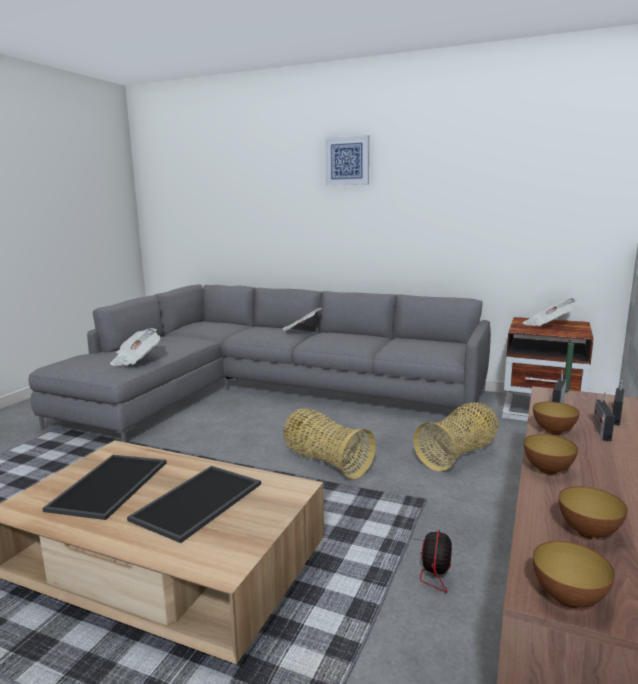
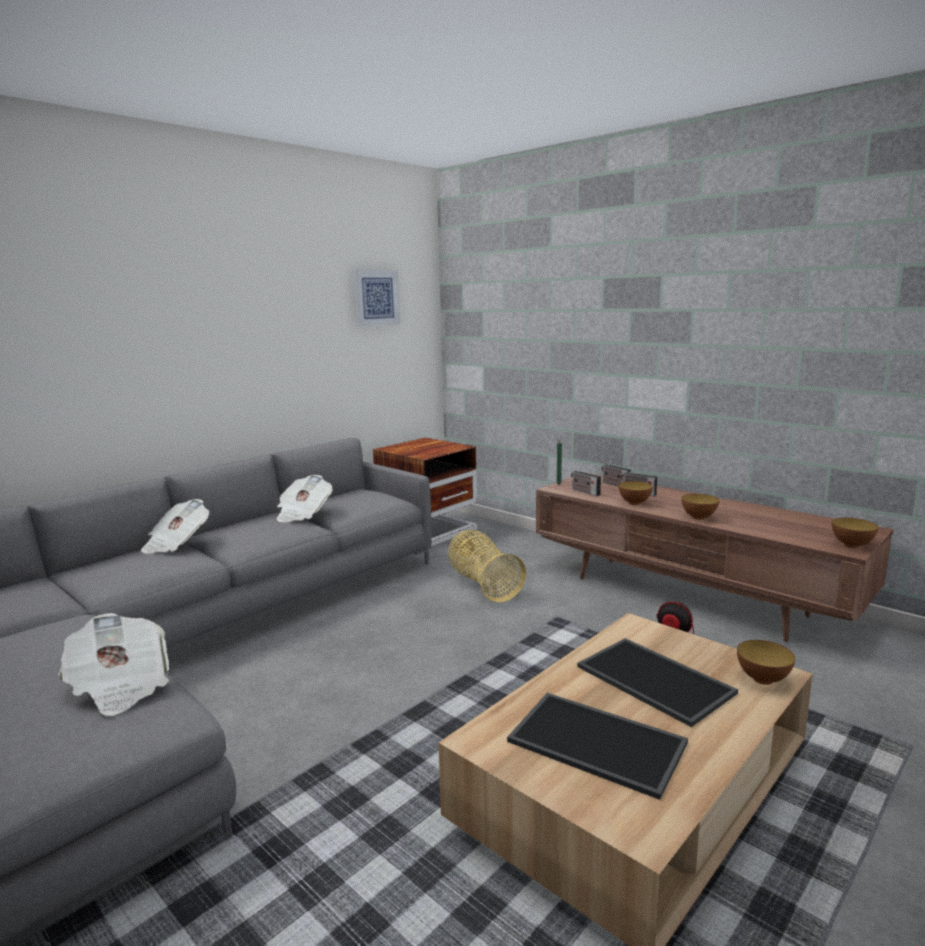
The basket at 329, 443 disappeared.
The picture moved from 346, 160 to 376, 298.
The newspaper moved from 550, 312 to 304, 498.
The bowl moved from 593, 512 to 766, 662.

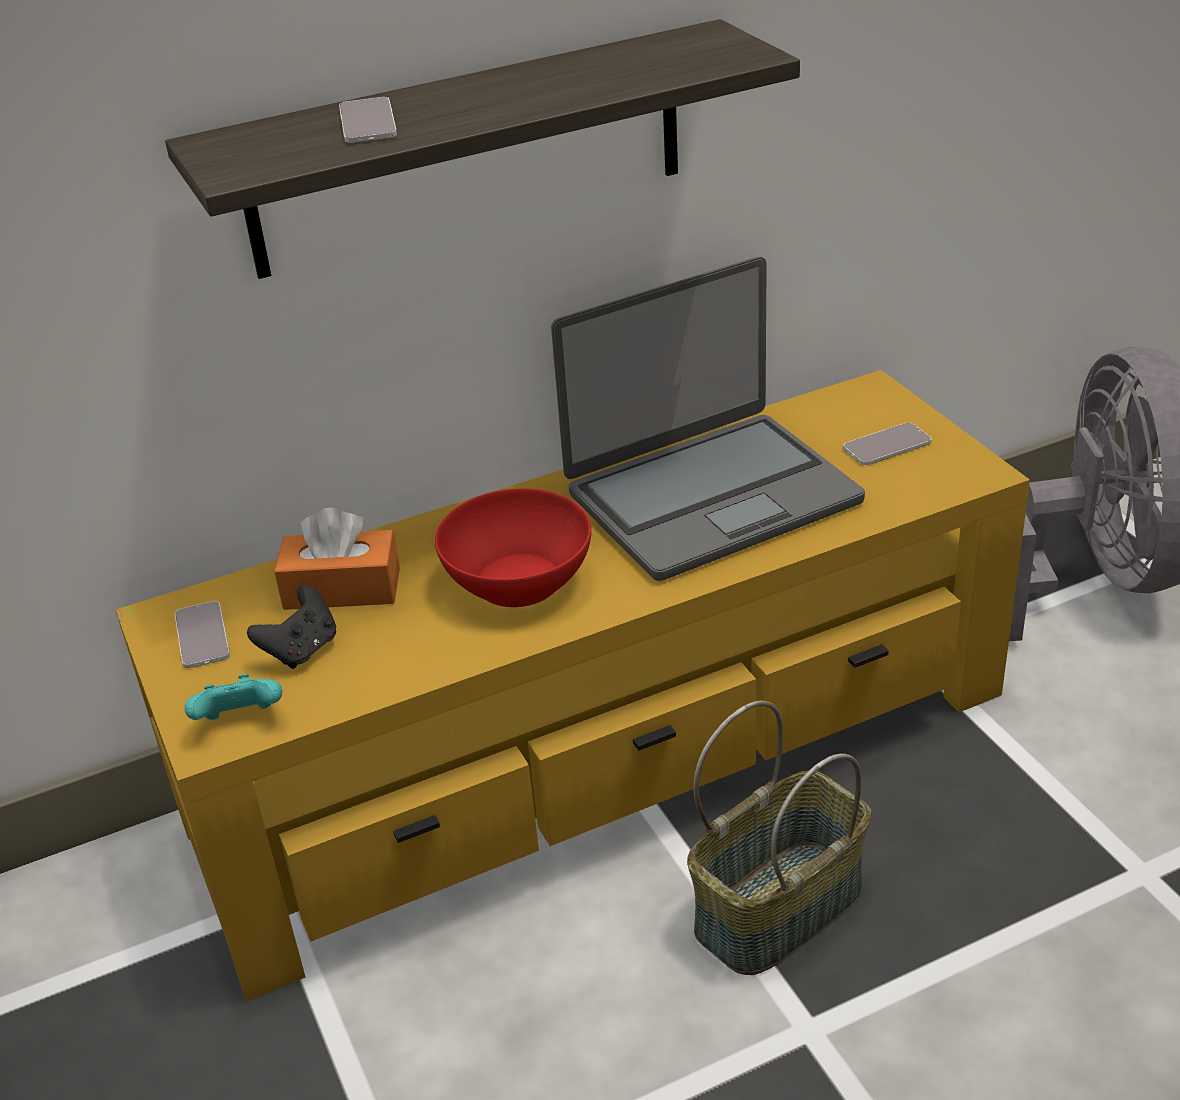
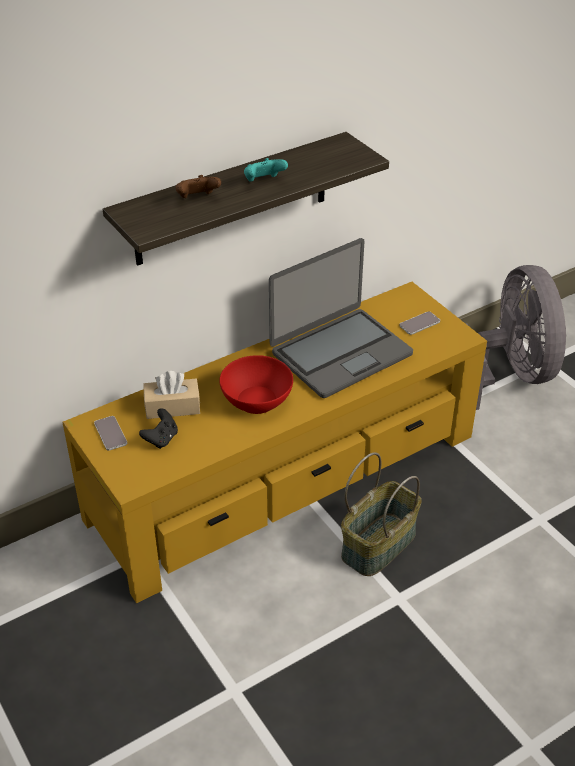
The turquoise game controller moved from 233, 697 to 266, 169.
The orange tissue box at 337, 559 became the beige tissue box at 171, 395.
The phone at 368, 120 was replaced by the brown game controller at 198, 186.

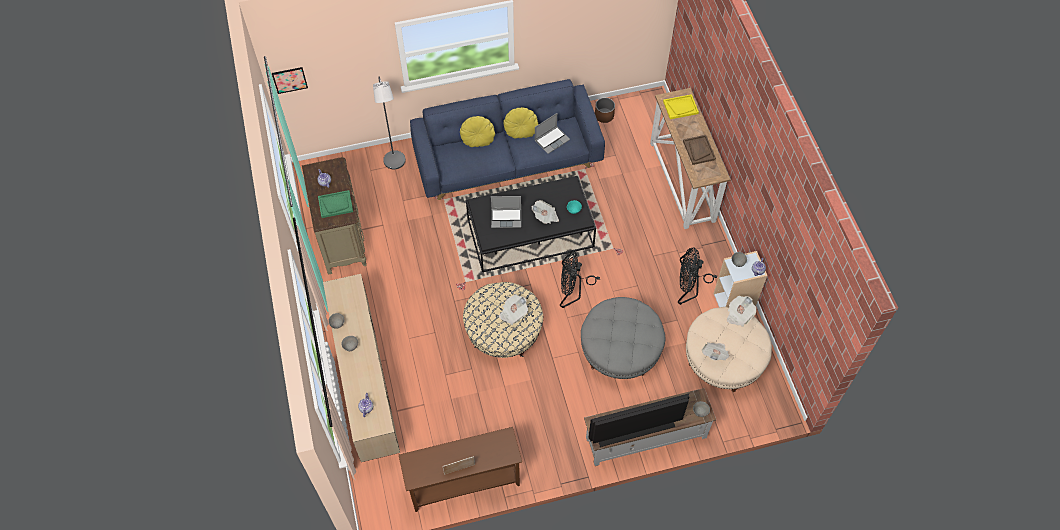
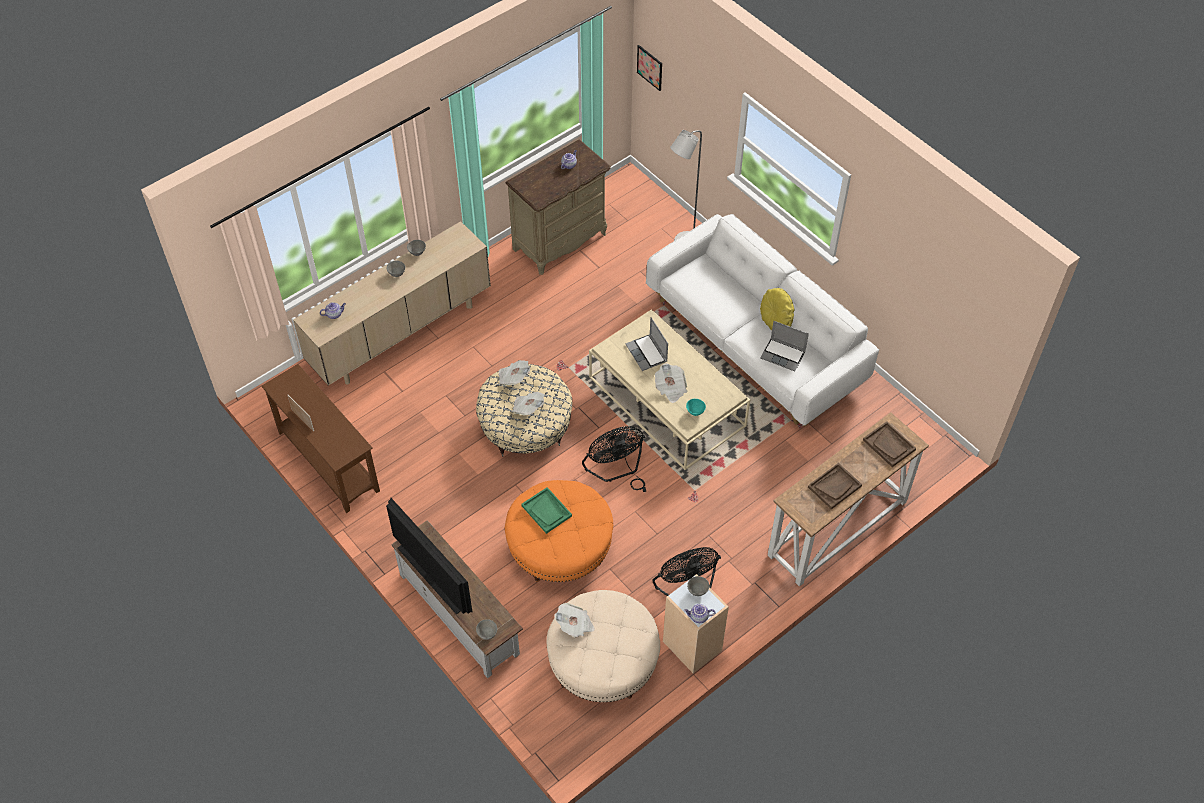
The green tray moved from 335, 204 to 546, 510.
The blue sofa at 507, 139 became the white sofa at 762, 320.
The yellow pillow at 477, 131 disappeared.
The black coffee table at 531, 224 became the beige coffee table at 669, 389.
The grey ottoman at 623, 338 became the orange ottoman at 559, 531.
The brown planter at 605, 110 disappeared.
The yellow tray at 681, 106 became the brown tray at 889, 444.
The newspaper moved from 741, 311 to 514, 372.

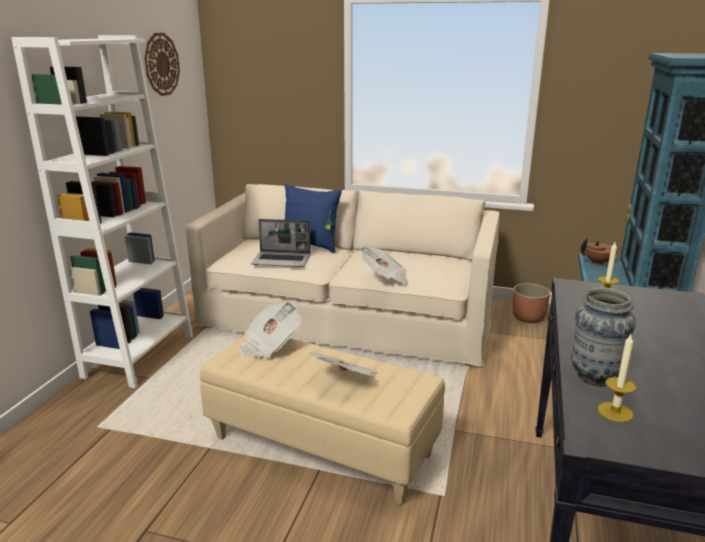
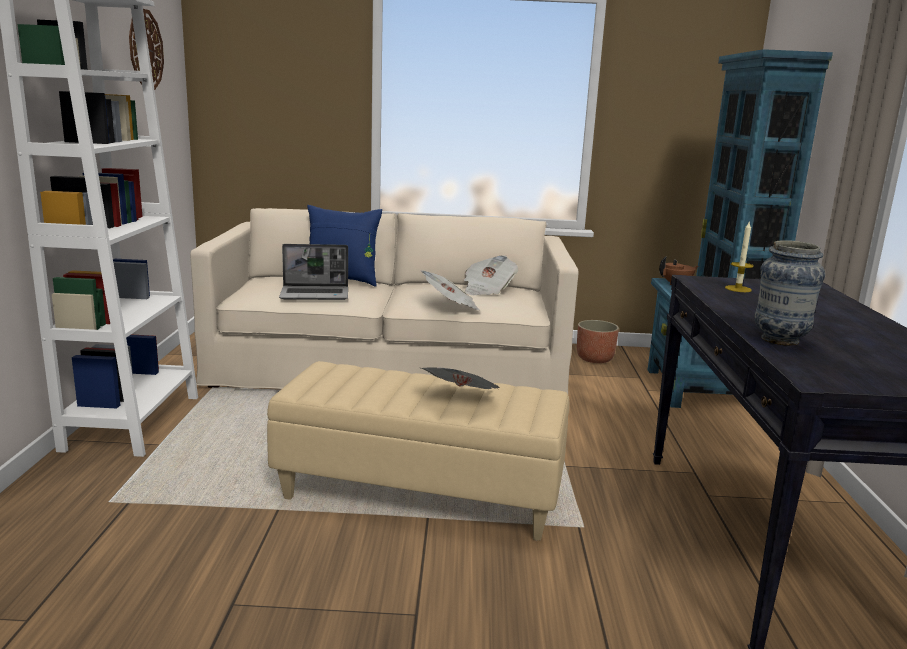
The newspaper moved from 270, 330 to 491, 275.
The candle at 617, 378 disappeared.

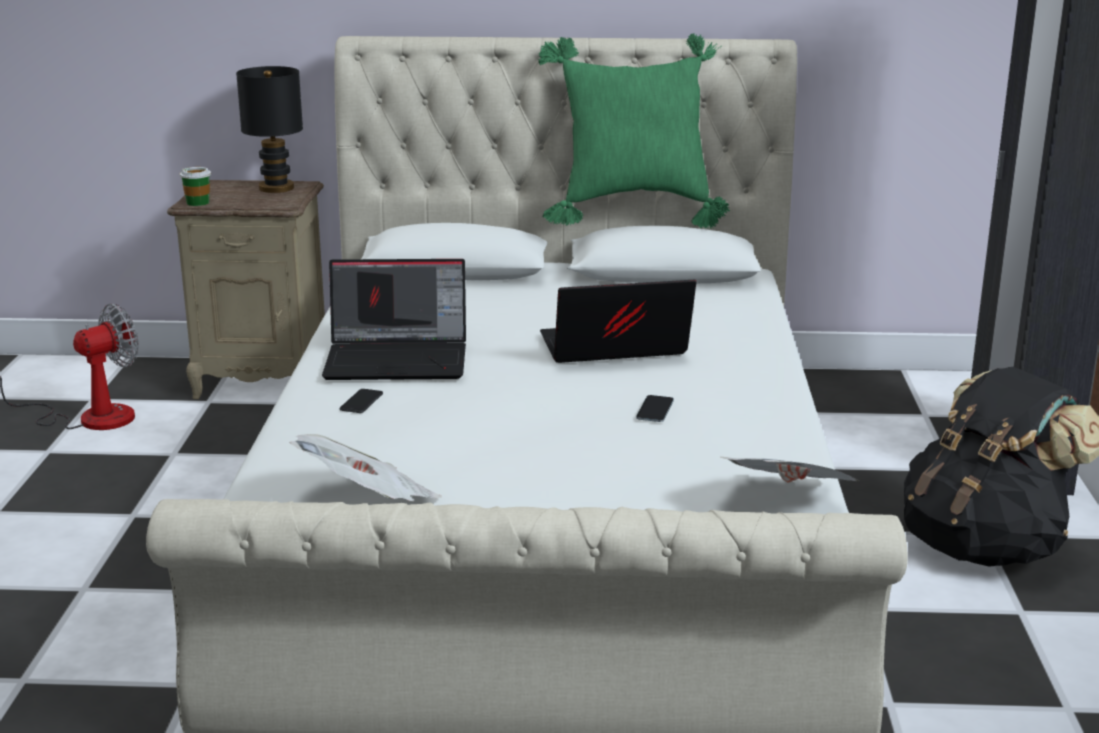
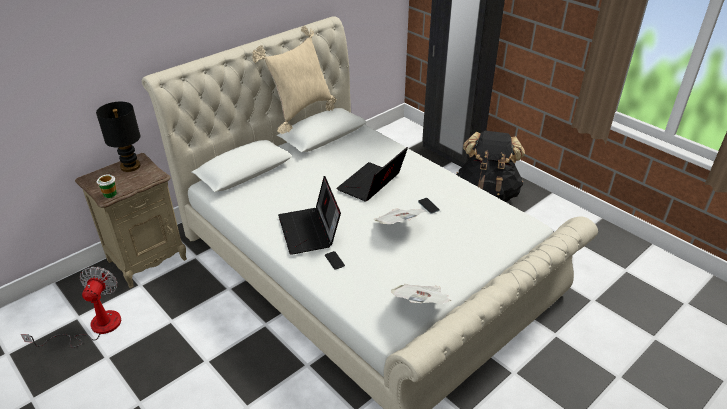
The laptop at 394, 319 turned 120 degrees clockwise.
The green pillow at 633, 130 became the beige pillow at 294, 80.
The newspaper moved from 789, 470 to 400, 216.

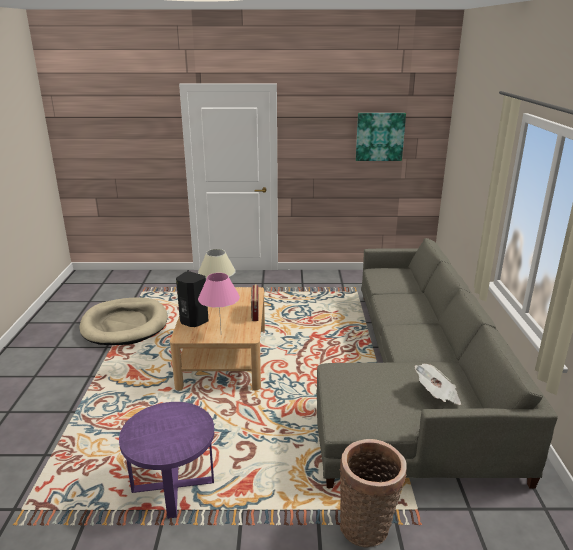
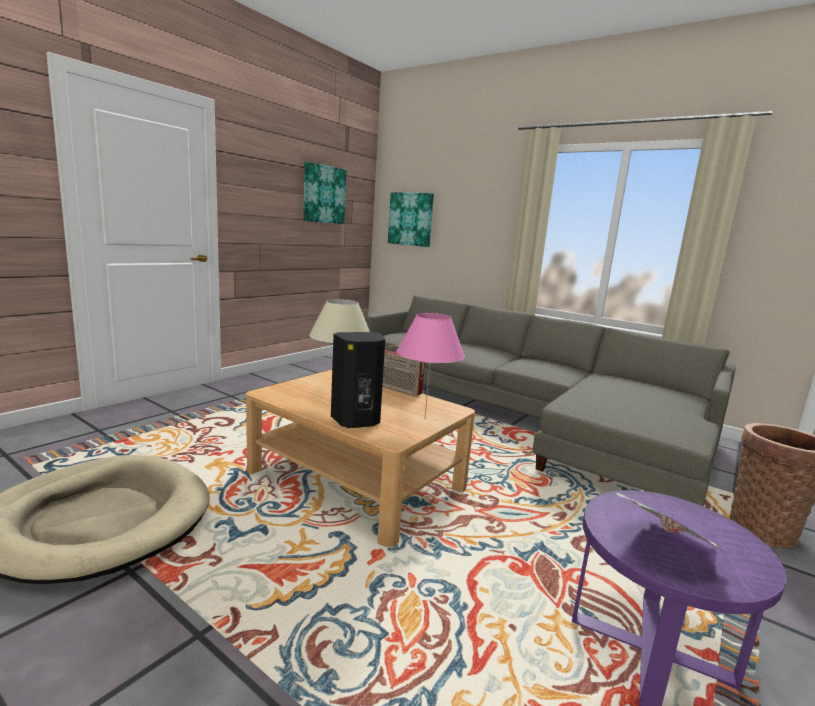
The newspaper moved from 438, 384 to 671, 523.
The picture at 411, 219 appeared.

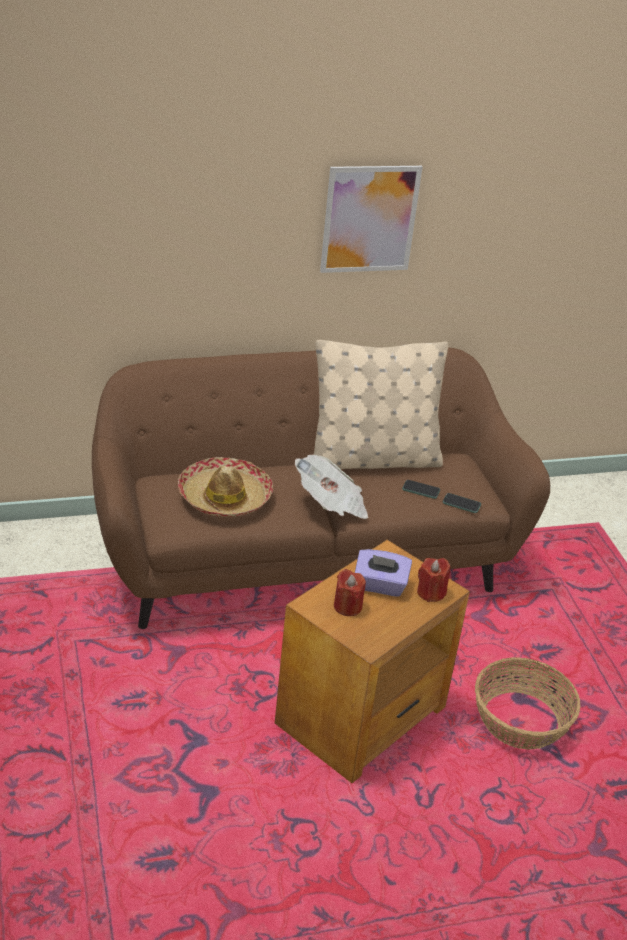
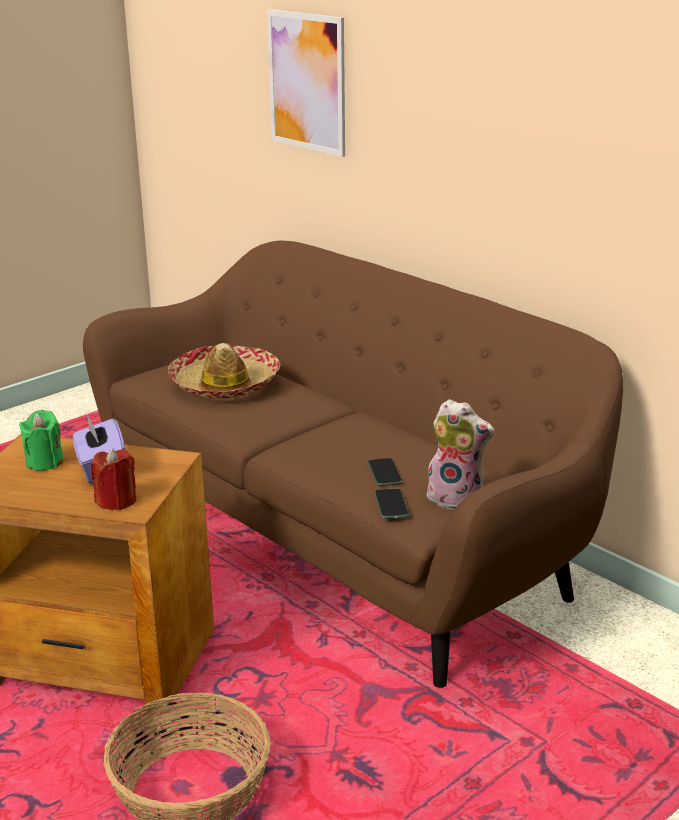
The newspaper at 332, 487 disappeared.
The beige pillow at 381, 404 disappeared.
The picture moved from 371, 219 to 306, 83.
The red candle at 350, 592 became the green candle at 41, 440.
The plush toy at 460, 454 appeared.

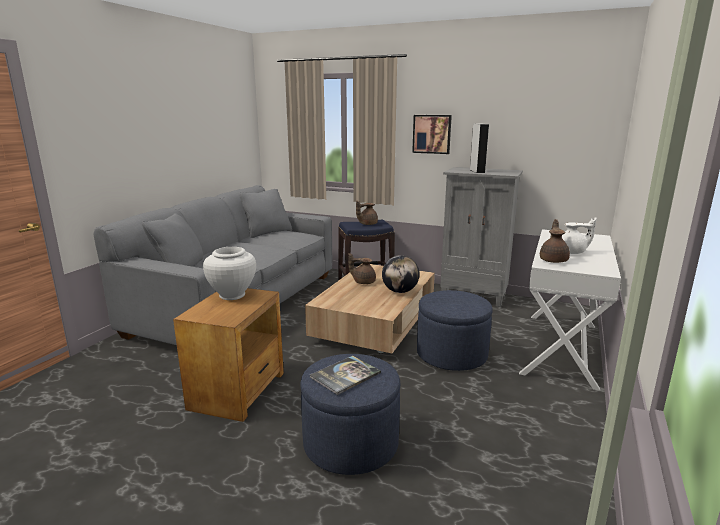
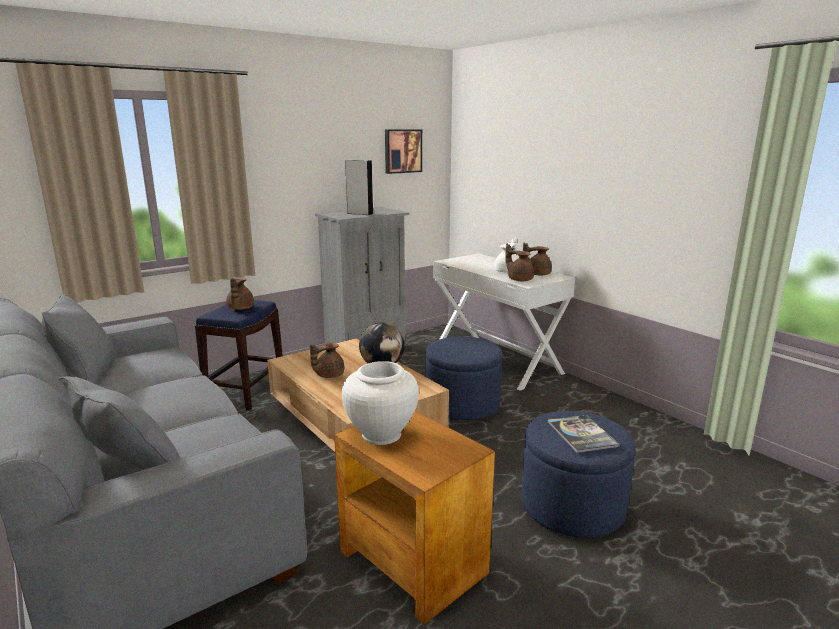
The picture moved from 432, 134 to 403, 151.
The brown teapot at 537, 259 appeared.

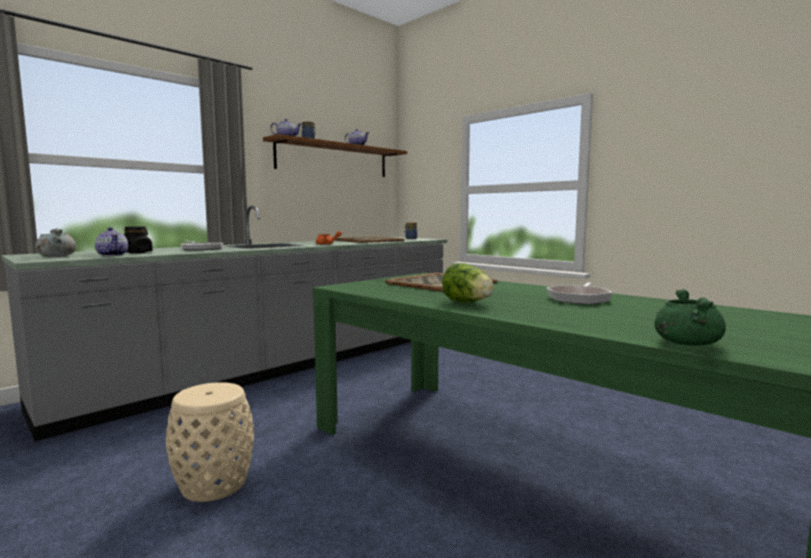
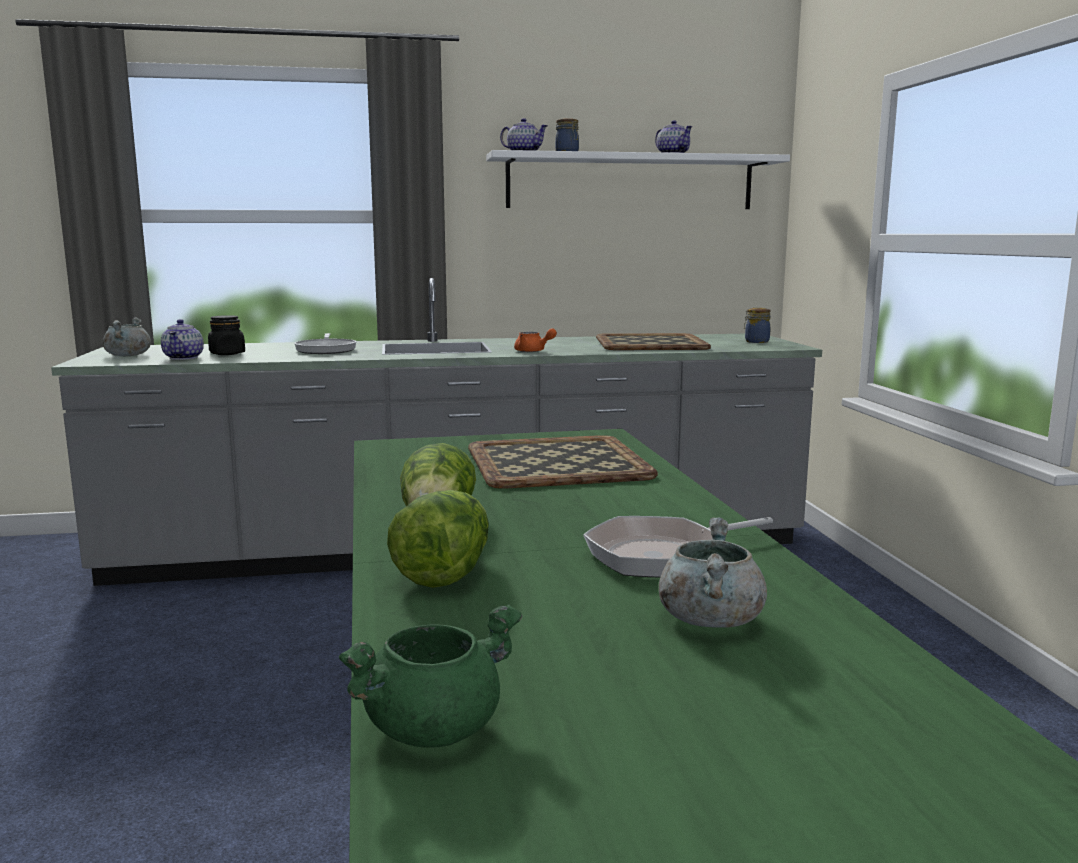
The beige stool at 210, 442 disappeared.
The brown shelf at 335, 155 became the white shelf at 638, 179.
The lettuce at 438, 539 appeared.
The grey cooking pot at 713, 572 appeared.

